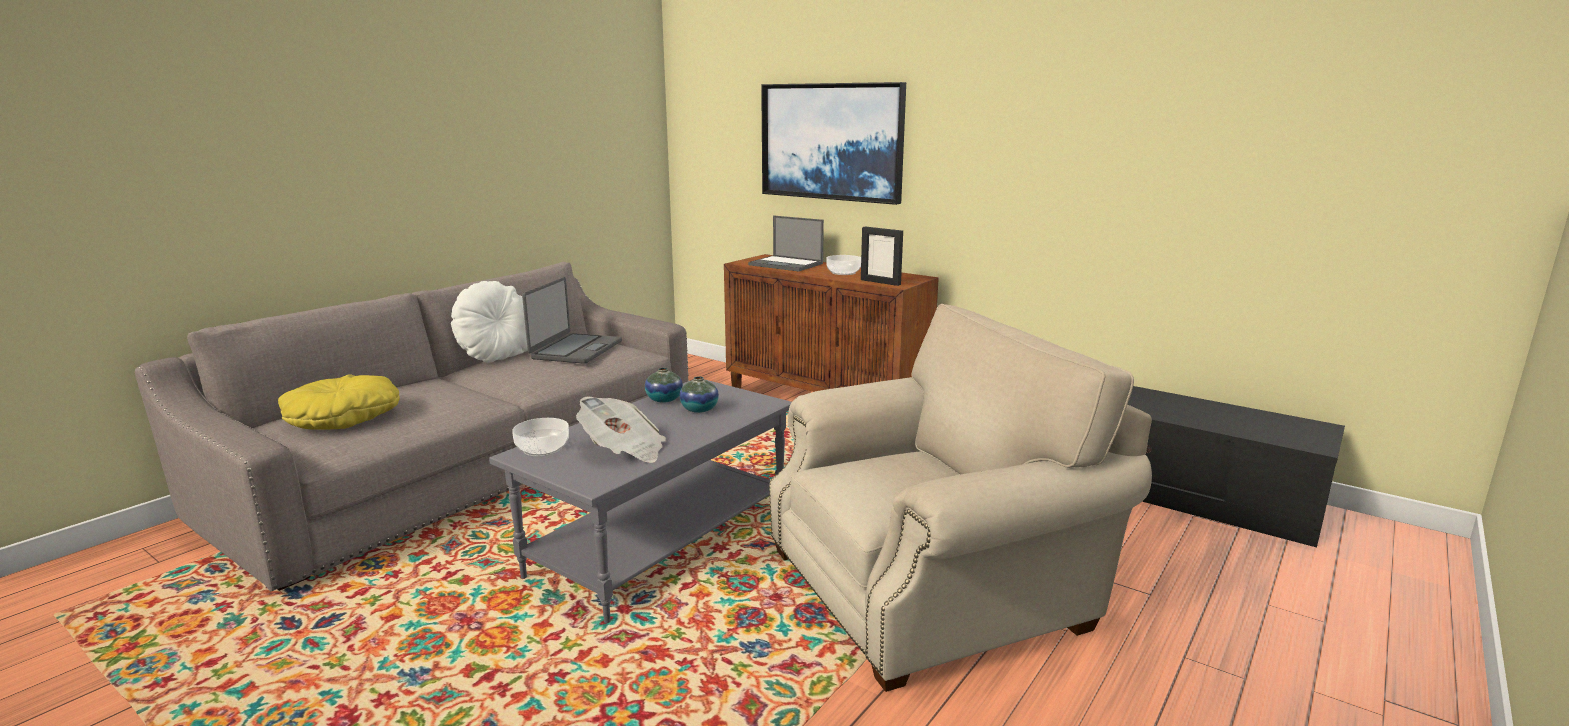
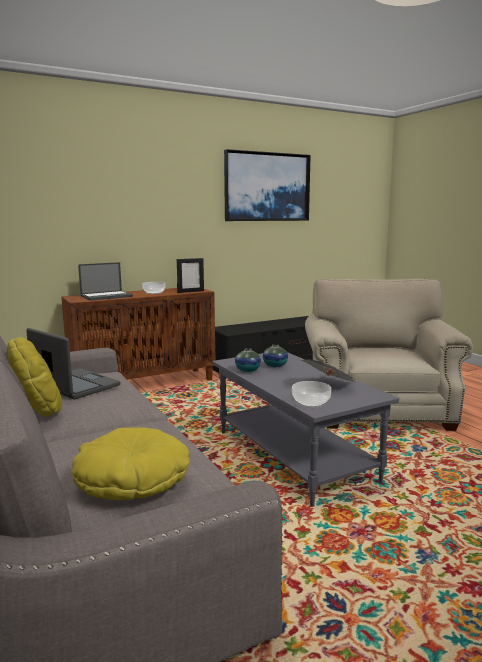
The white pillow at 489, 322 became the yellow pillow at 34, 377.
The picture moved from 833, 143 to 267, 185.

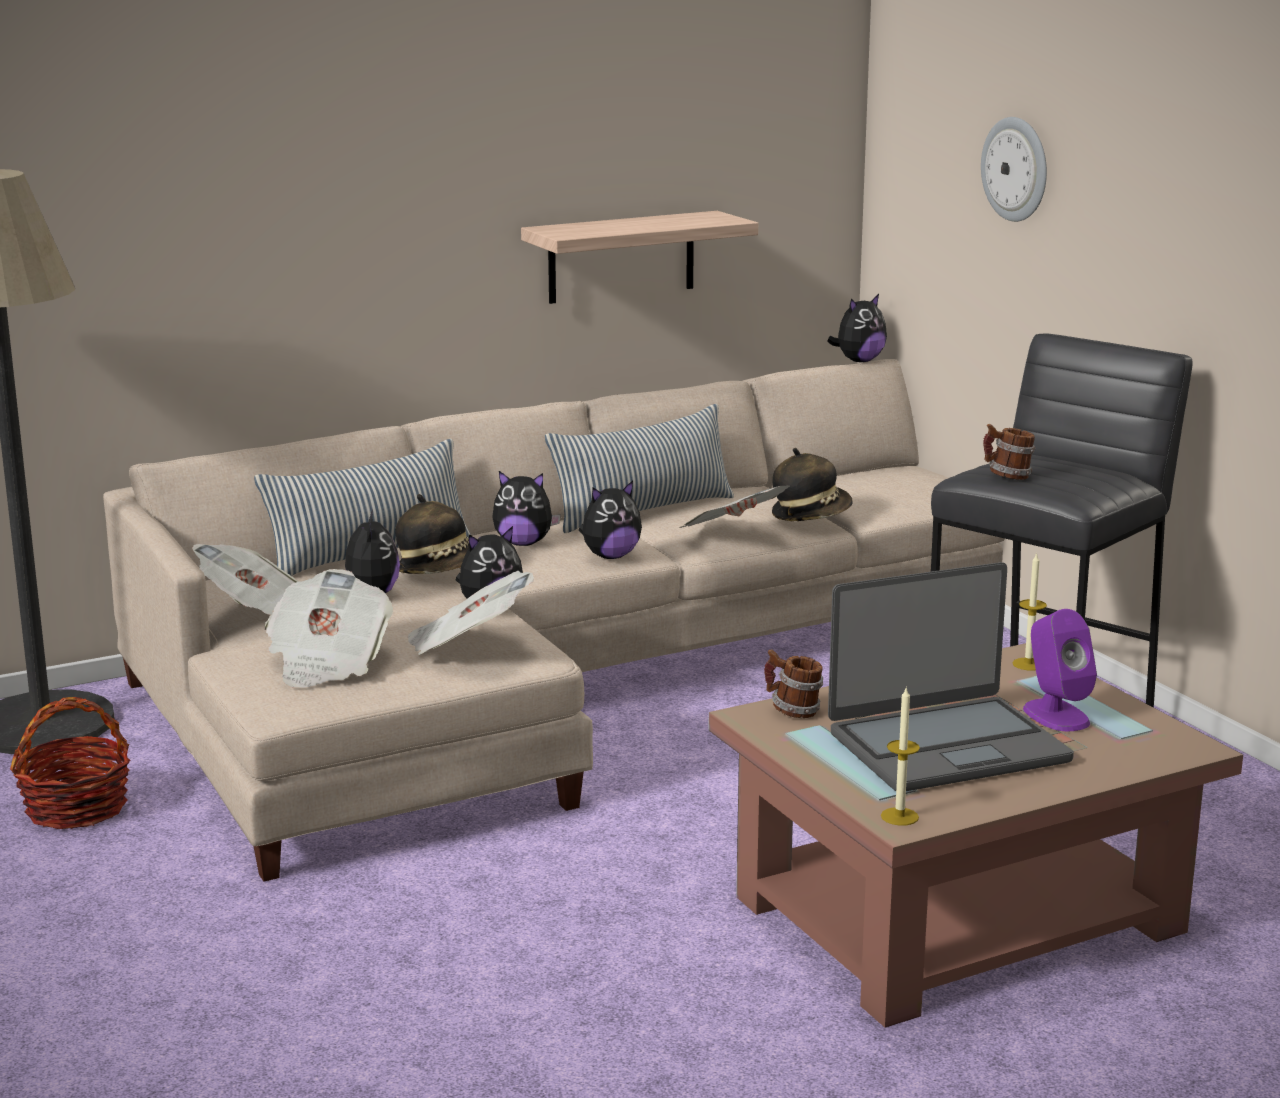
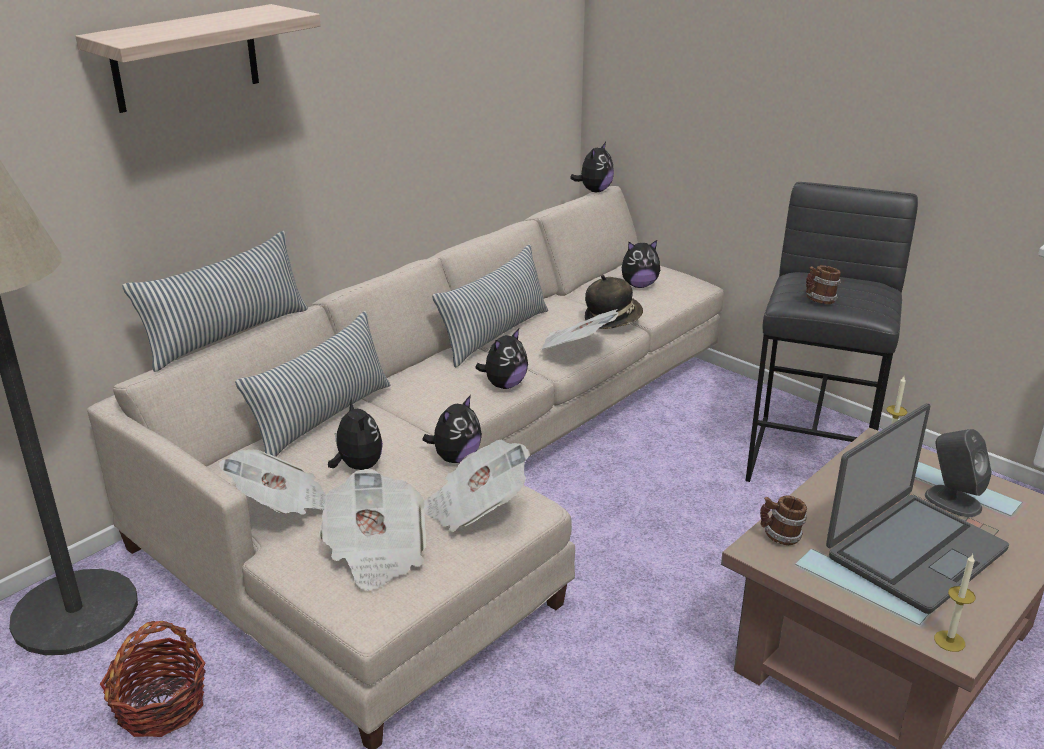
The hat at 432, 534 disappeared.
The plush toy moved from 526, 508 to 641, 264.
The shelf moved from 639, 257 to 198, 58.
The wall clock at 1014, 169 disappeared.
The purple speaker at 1060, 670 became the grey speaker at 958, 473.
The pillow at 215, 301 appeared.

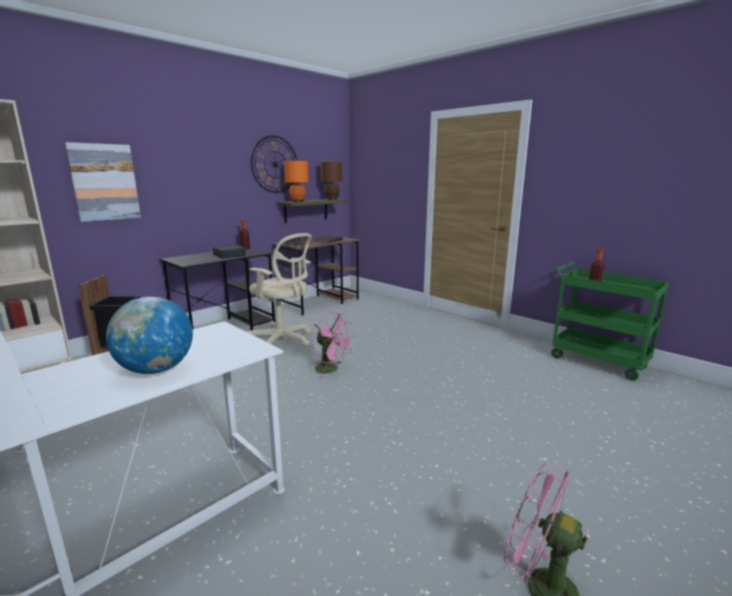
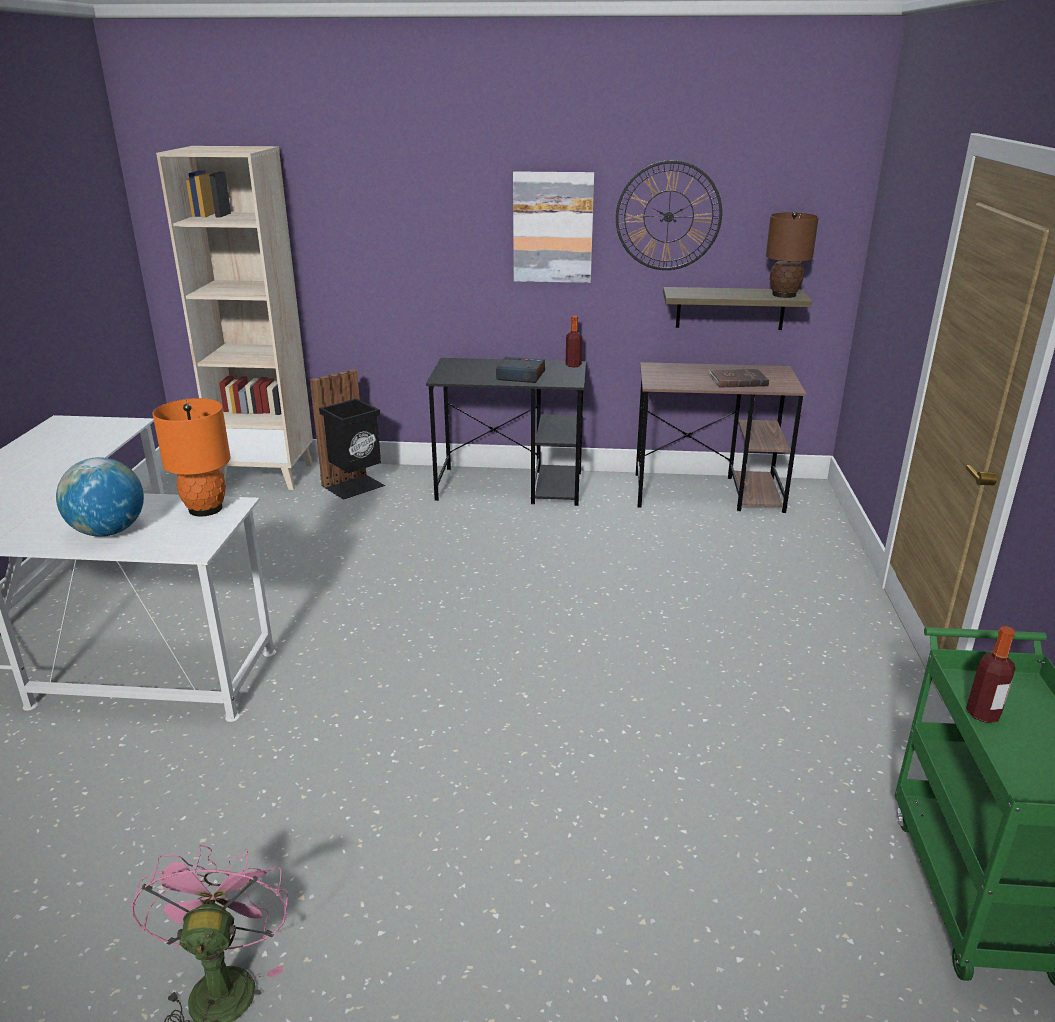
The picture moved from 103, 182 to 553, 227.
The beige office chair at 279, 290 disappeared.
The orange table lamp moved from 296, 180 to 191, 457.
The pink fan at 332, 344 disappeared.

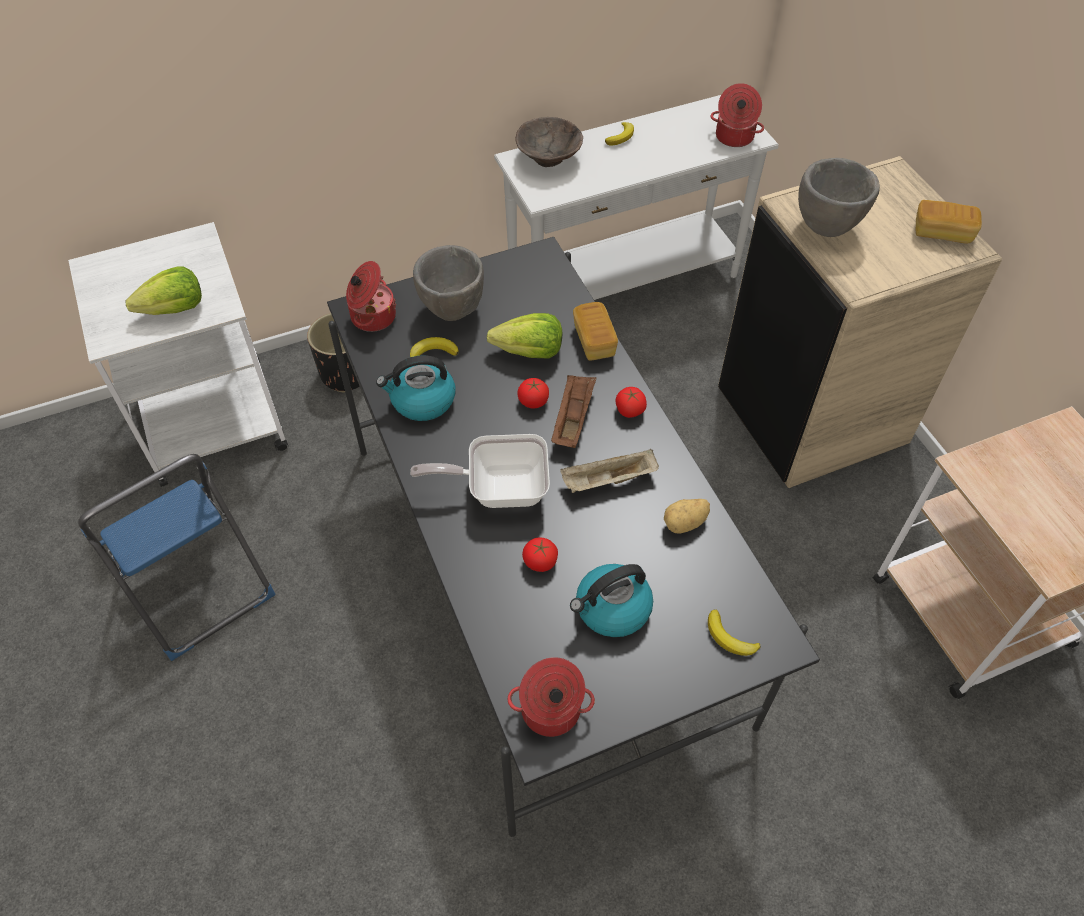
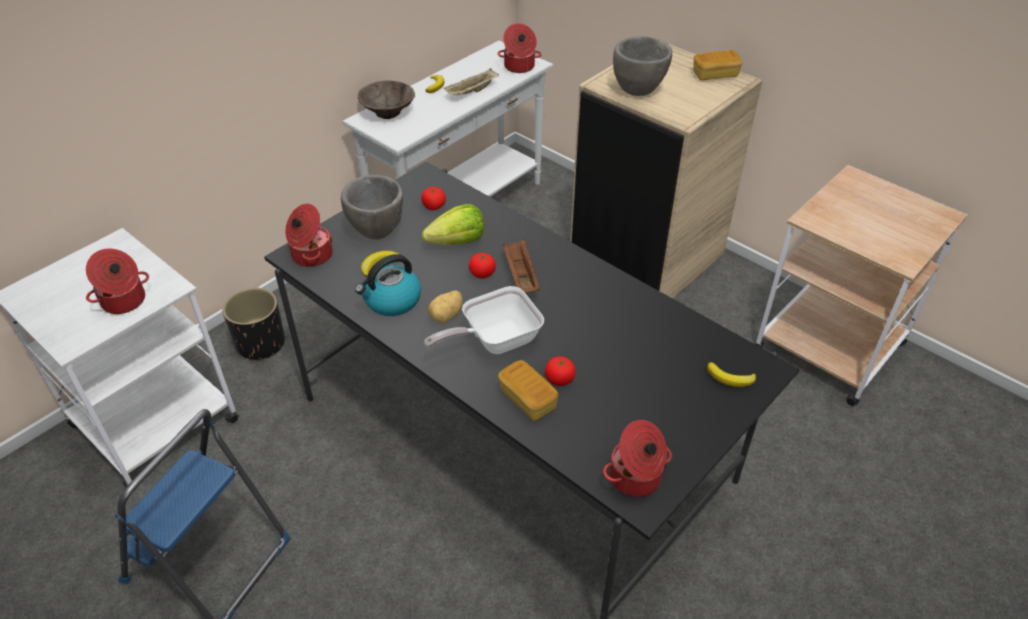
The lettuce at 164, 291 was replaced by the cooking pot at 117, 281.
The beige tray moved from 609, 471 to 471, 82.
The kettle at 611, 600 disappeared.
The bread moved from 595, 331 to 528, 390.
The tomato moved from 631, 402 to 433, 198.
The potato moved from 687, 516 to 446, 307.

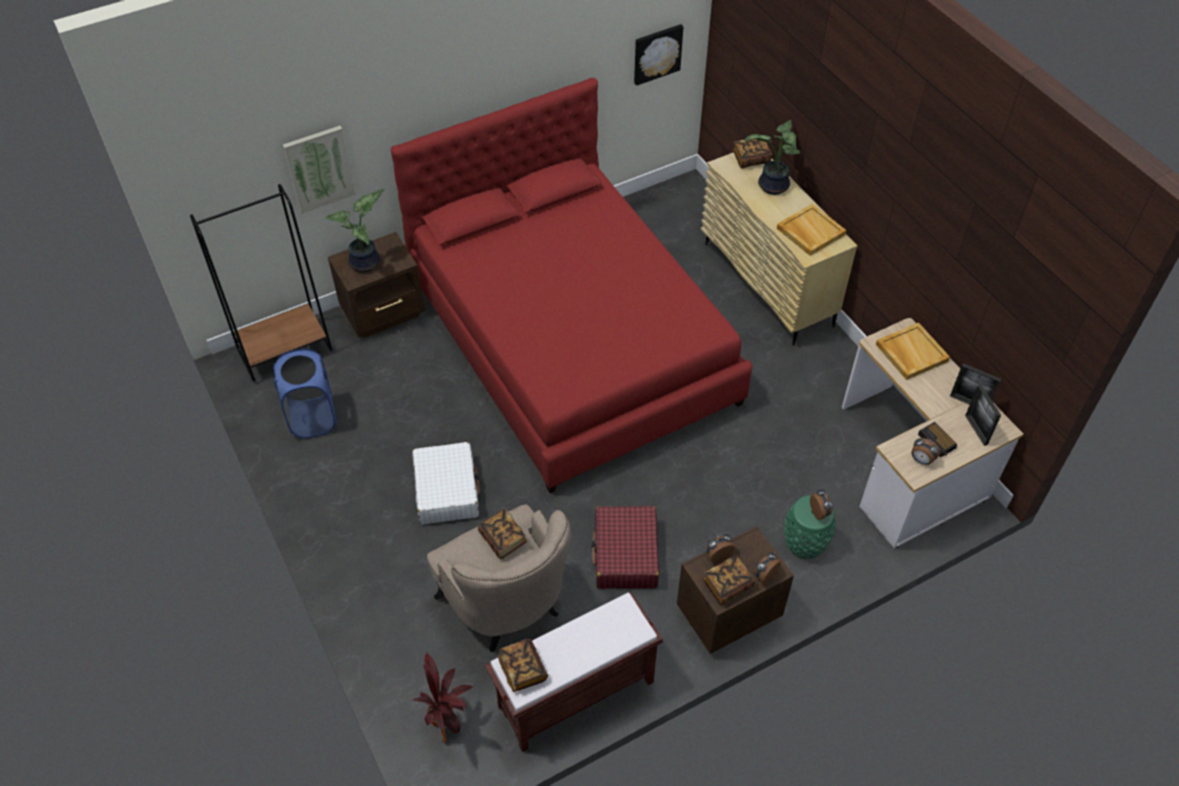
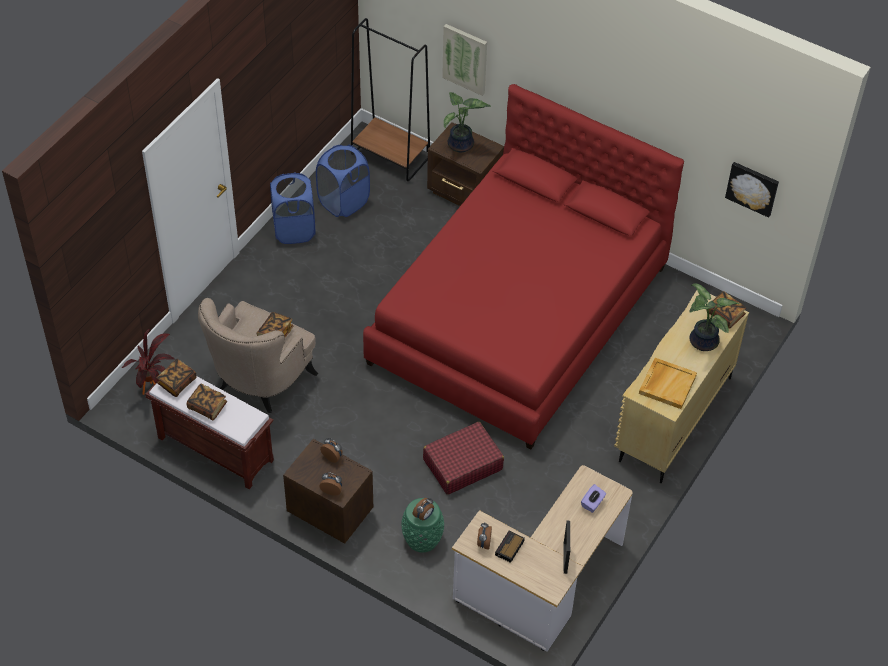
The white suitcase at 446, 483 disappeared.
The red suitcase moved from 625, 547 to 463, 458.
The book moved from 728, 580 to 207, 402.
The beige tray at 913, 351 was replaced by the purple tissue box at 593, 498.
The picture frame at 983, 415 disappeared.
The blue laundry basket at 292, 208 appeared.

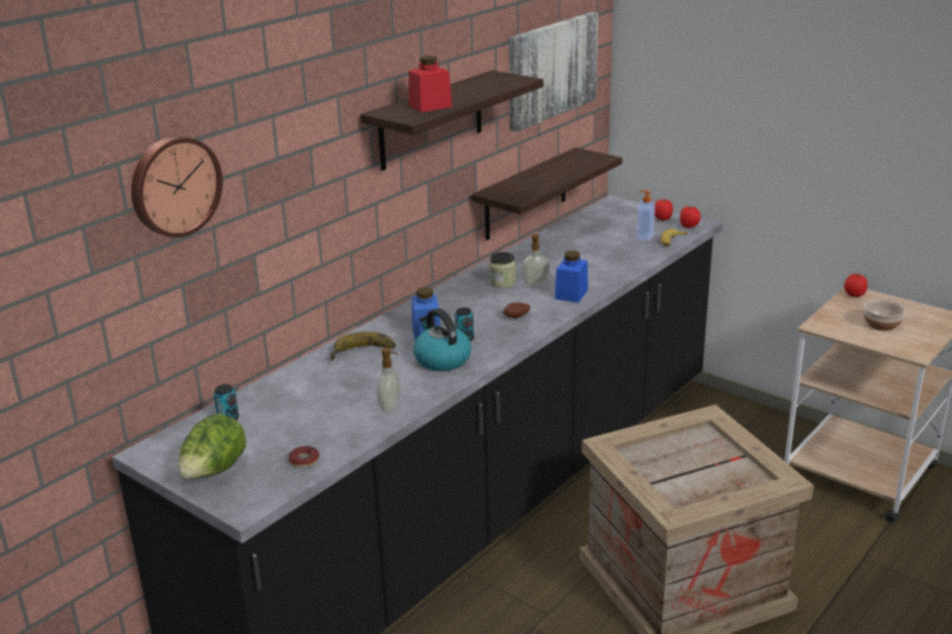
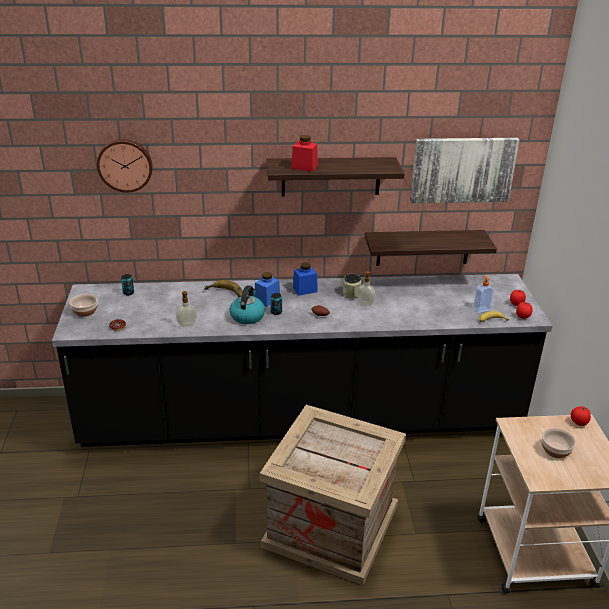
The lettuce at 212, 446 was replaced by the bowl at 83, 305.
The blue jar moved from 571, 277 to 305, 279.

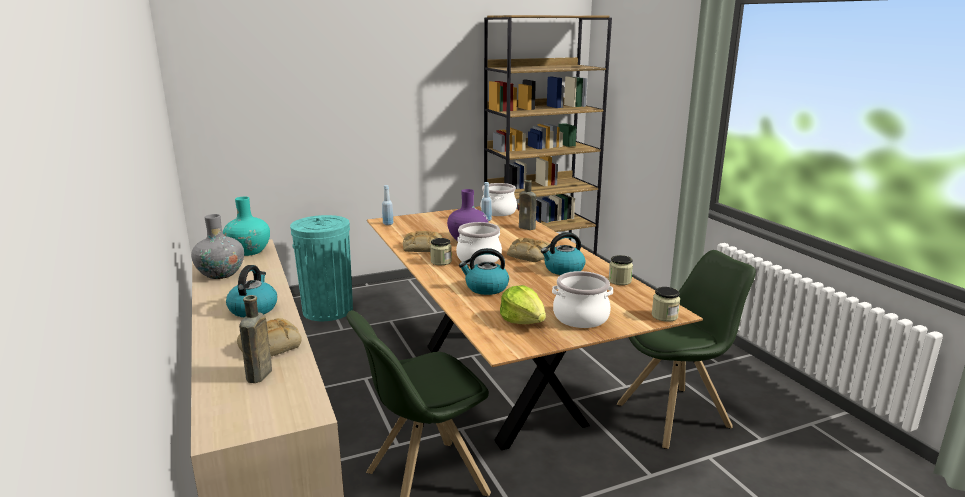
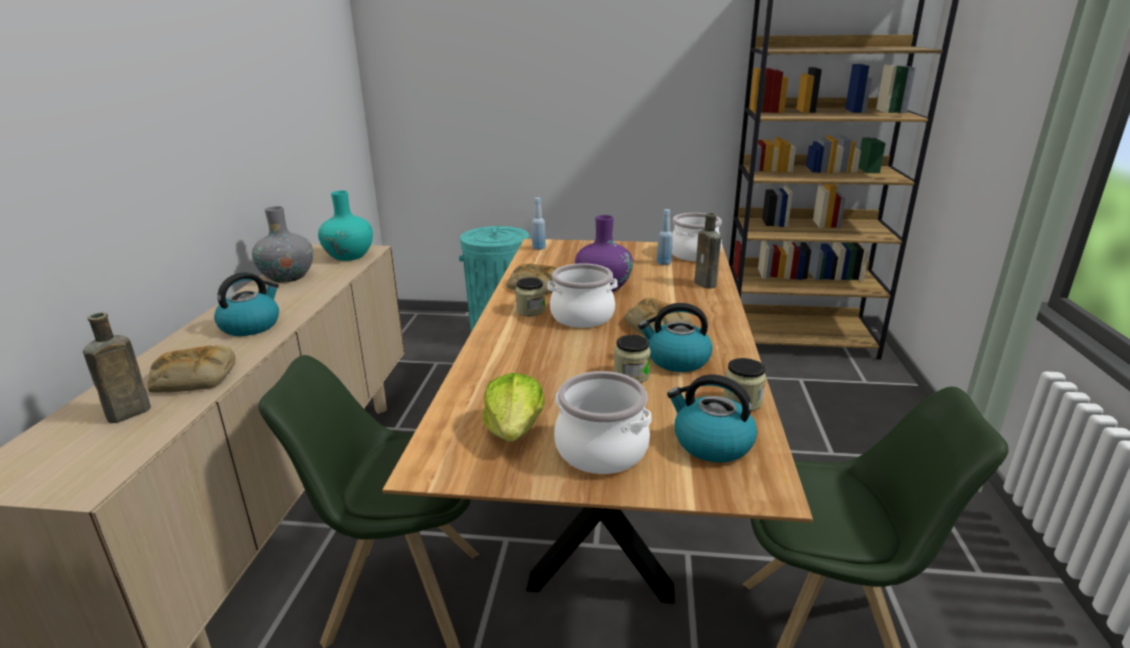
The kettle moved from 484, 271 to 712, 418.
The jar moved from 666, 304 to 632, 359.

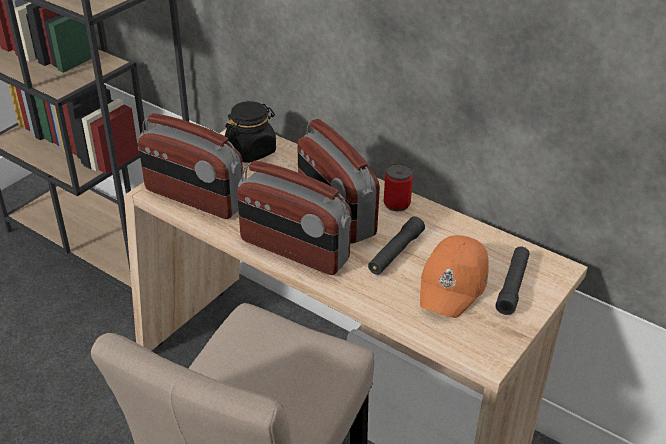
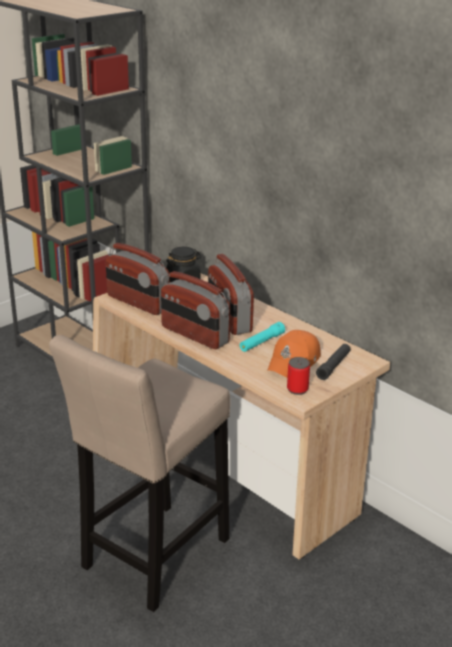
The black flashlight at 396, 245 became the turquoise flashlight at 262, 337.
The can moved from 398, 187 to 298, 376.

